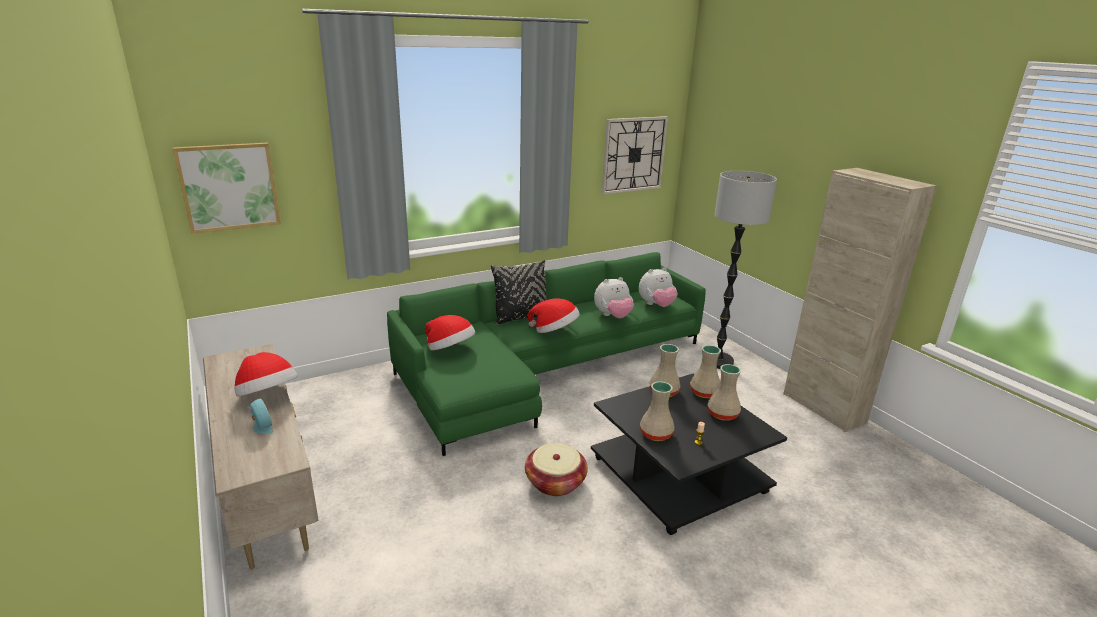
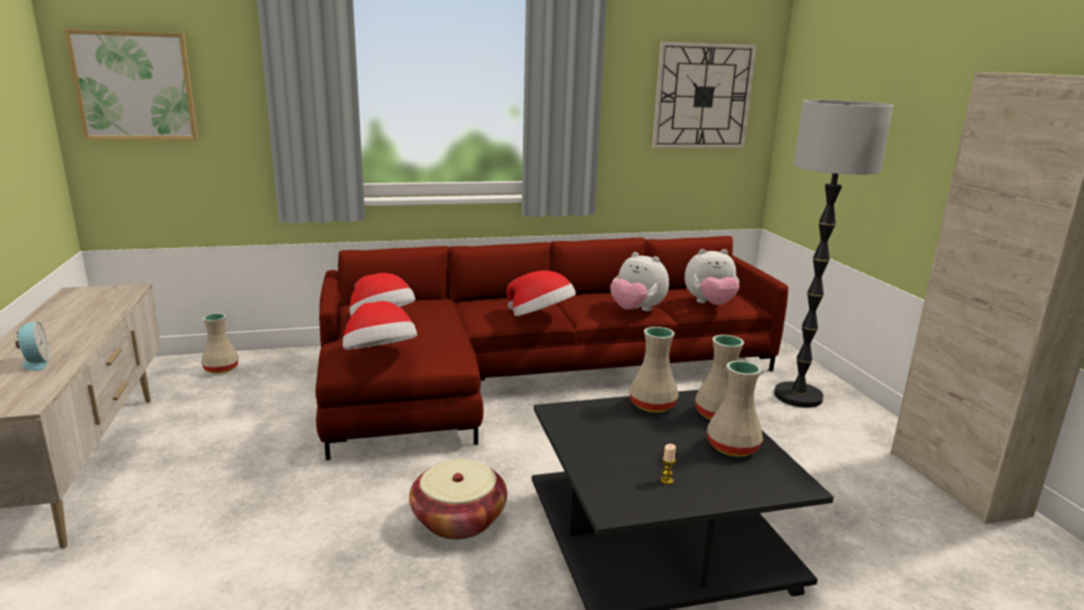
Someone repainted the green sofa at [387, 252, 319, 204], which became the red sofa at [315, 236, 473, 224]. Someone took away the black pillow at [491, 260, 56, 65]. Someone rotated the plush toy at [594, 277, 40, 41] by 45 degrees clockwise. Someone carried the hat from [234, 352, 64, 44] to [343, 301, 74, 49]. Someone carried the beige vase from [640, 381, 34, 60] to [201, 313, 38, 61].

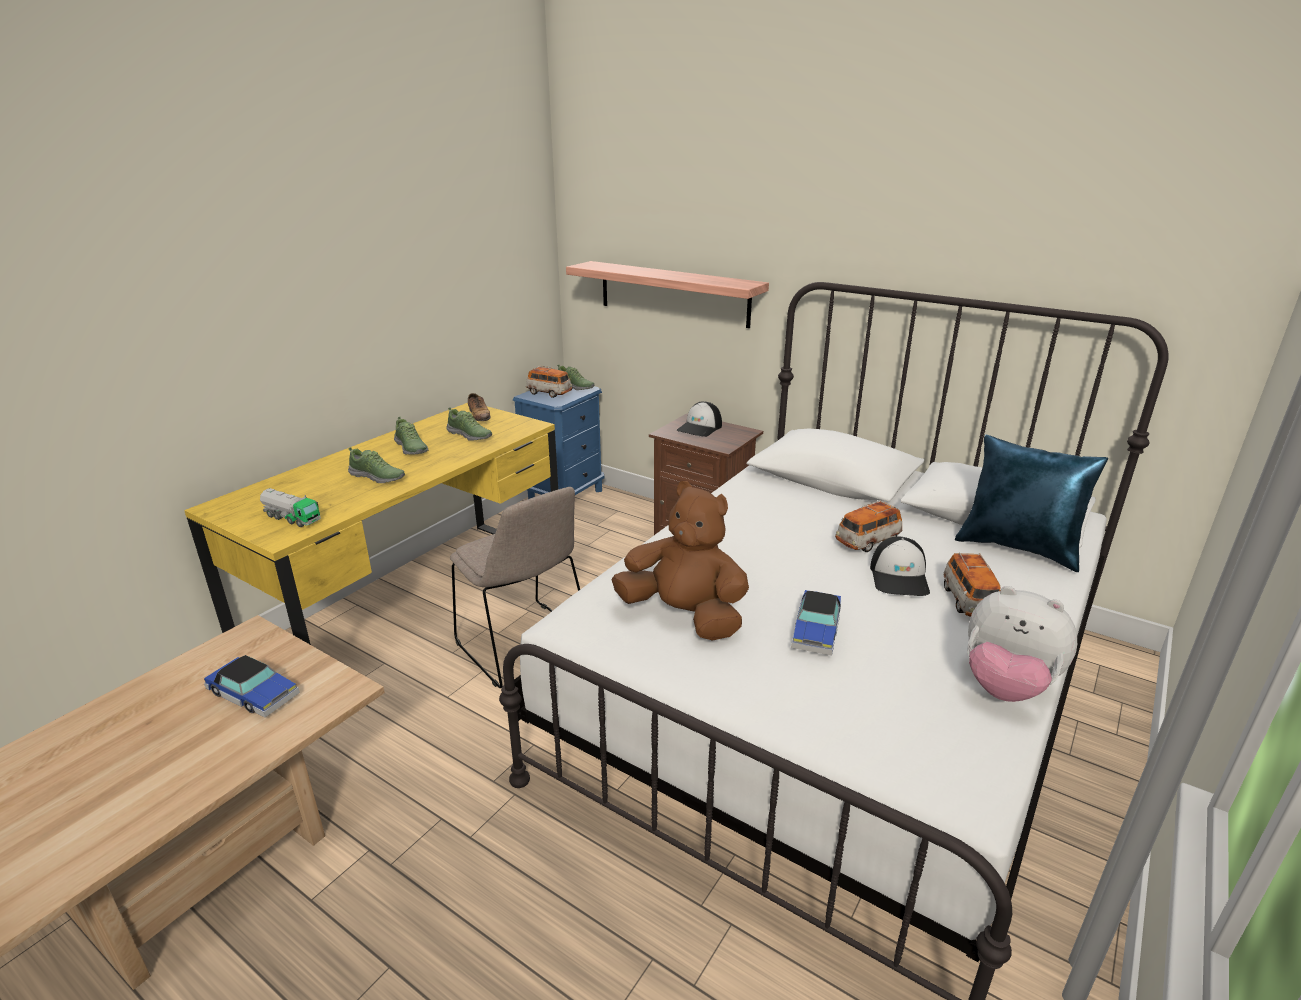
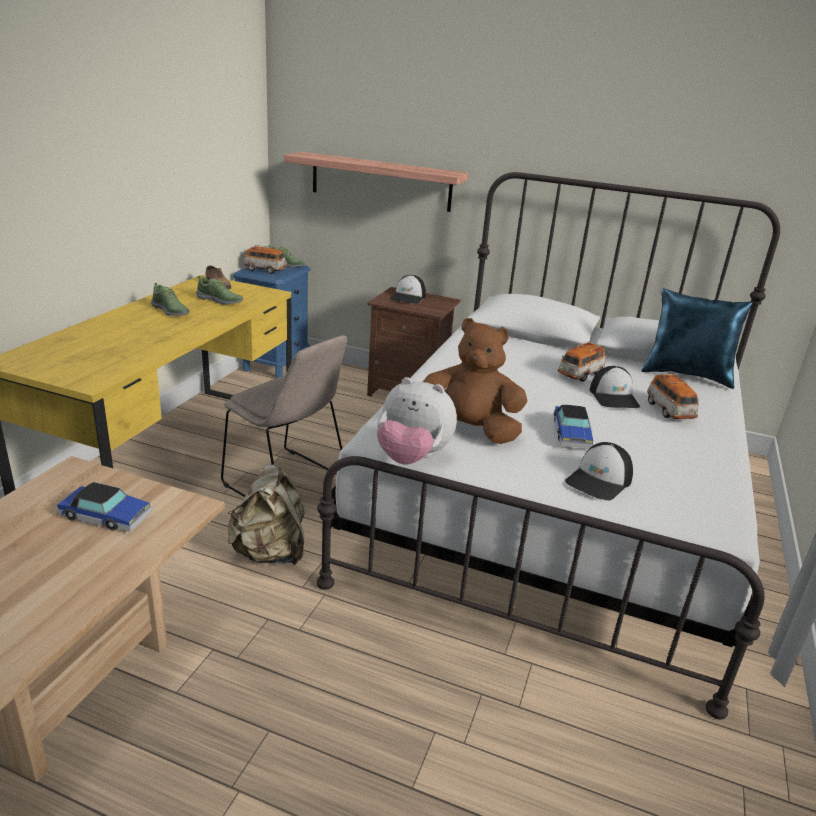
Someone took away the shoe at [348, 447, 57, 36]. Someone took away the toy truck at [260, 488, 61, 39]. Someone carried the plush toy from [967, 586, 110, 116] to [377, 377, 80, 88]. Someone put down the cap at [565, 442, 68, 58]. Someone put down the beige backpack at [228, 464, 76, 101].

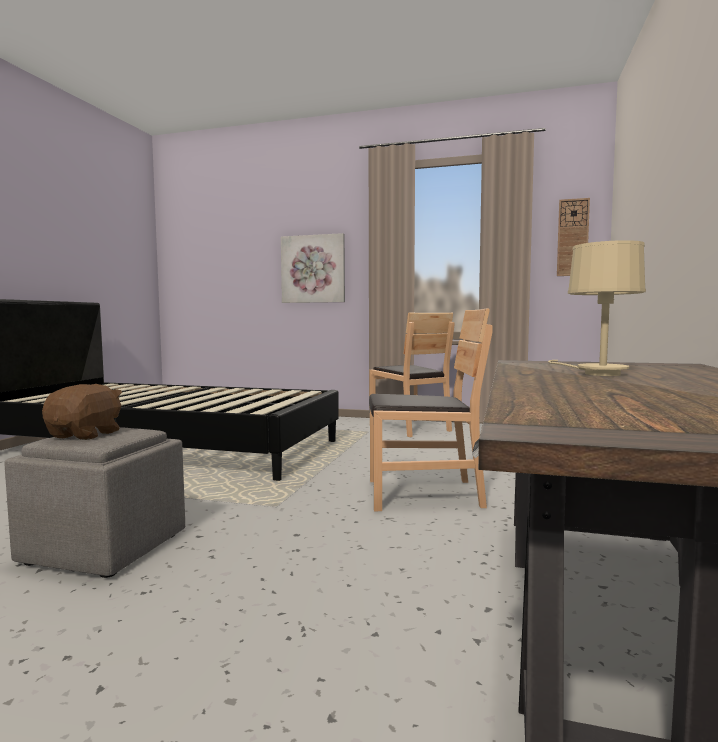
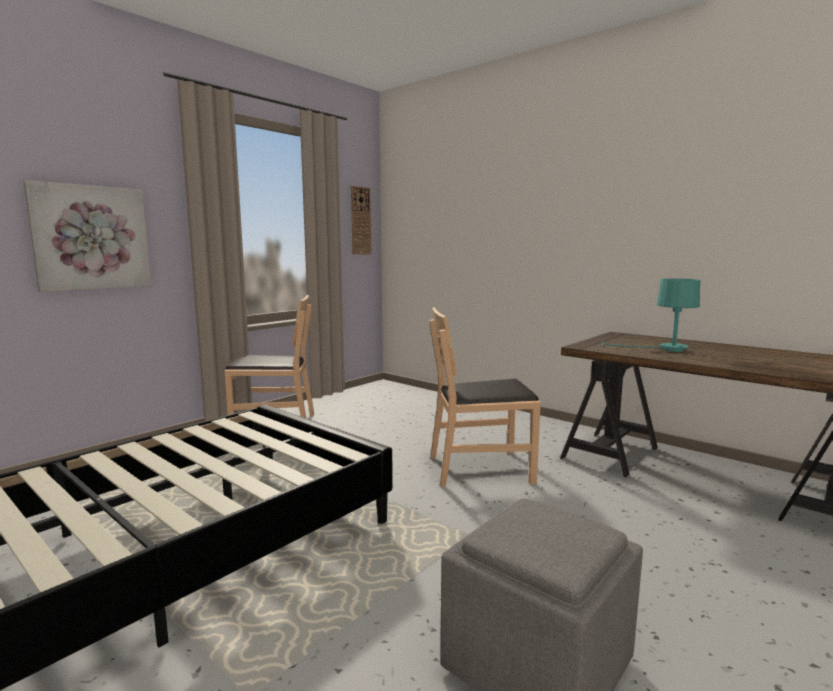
Someone repainted the beige table lamp at [548, 240, 98, 136], which became the turquoise table lamp at [602, 278, 99, 74]. Someone rotated the brown chair at [369, 308, 124, 204] by 120 degrees counterclockwise. Someone took away the brown plush toy at [42, 384, 80, 56].

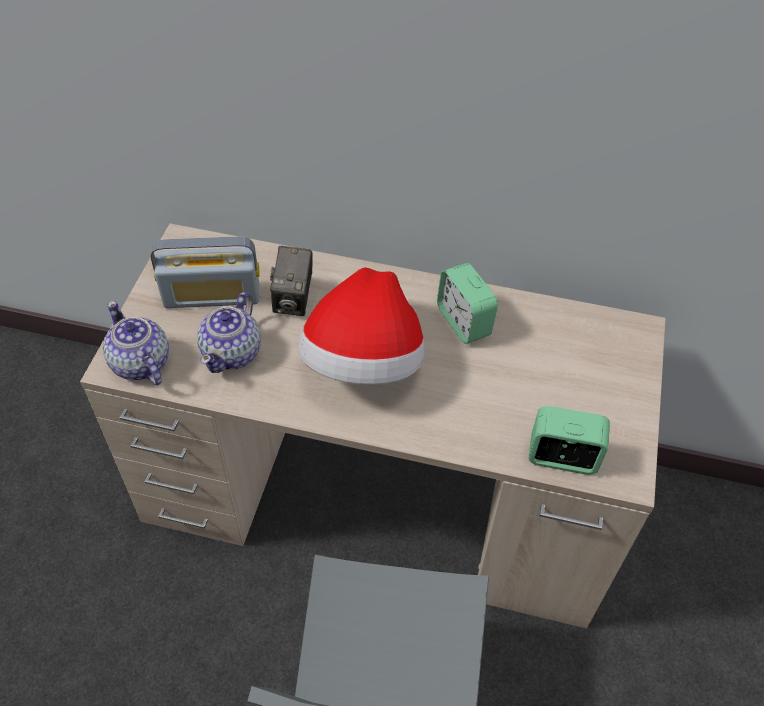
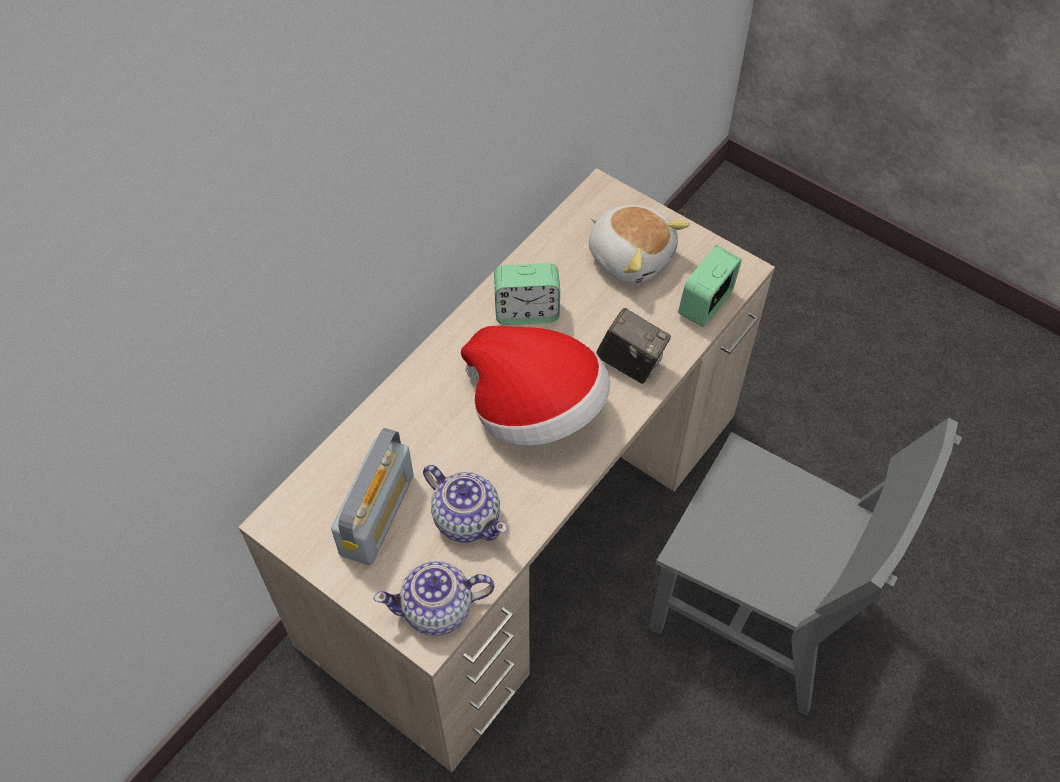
Someone carried the photo camera from [270, 246, 42, 70] to [596, 308, 75, 76]. Someone put down the plush toy at [589, 205, 100, 79].

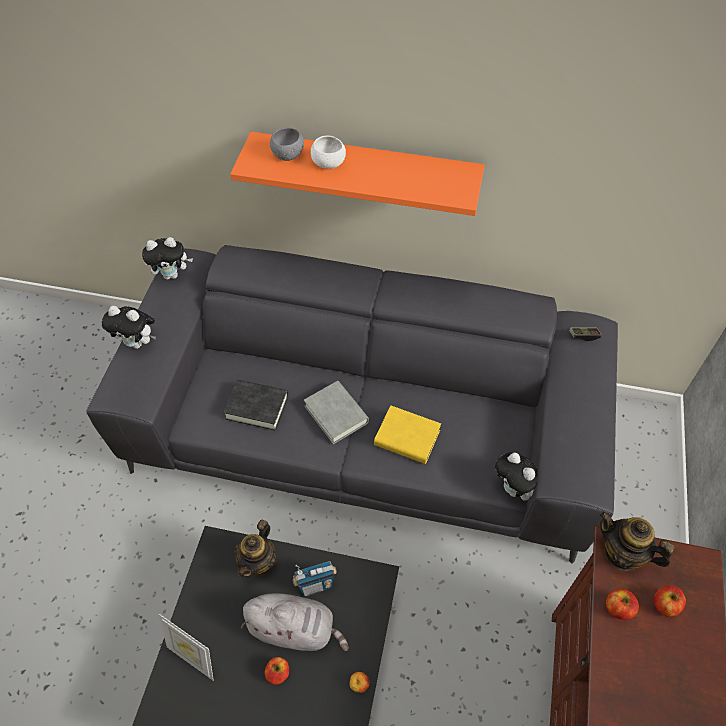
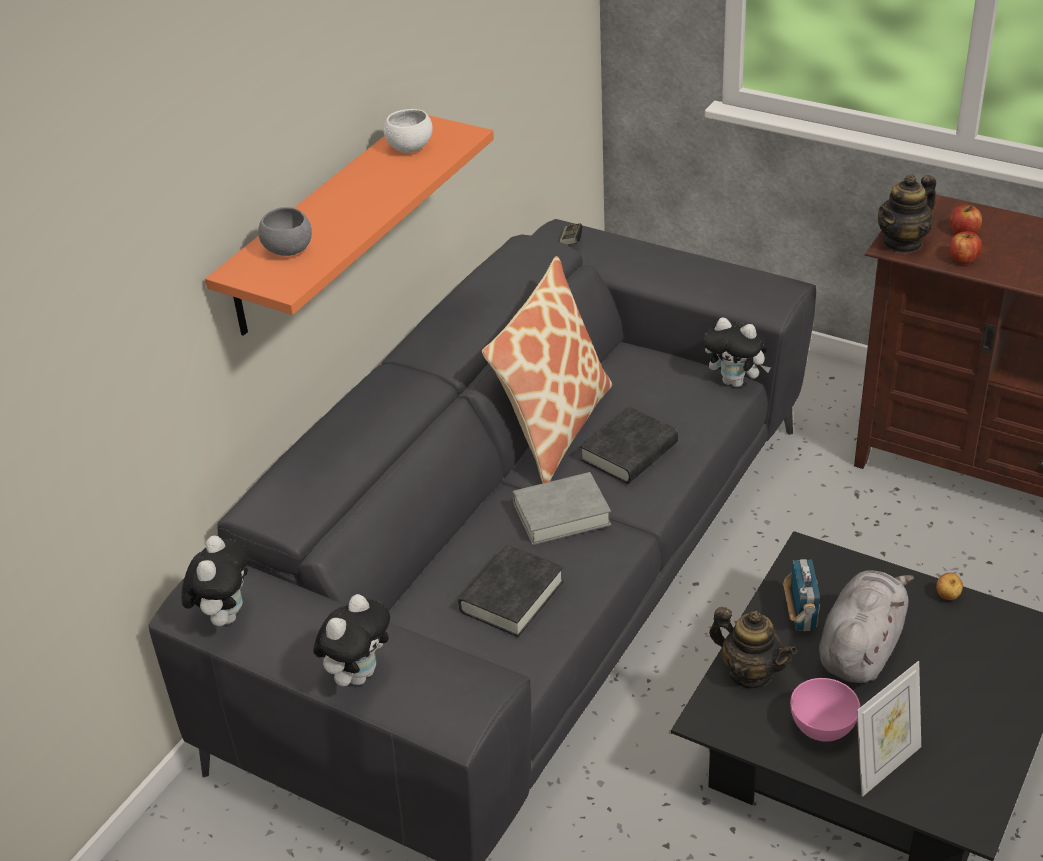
Someone carried the white bowl from [311, 136, 35, 33] to [384, 109, 49, 44]. Someone repainted the yellow book at [374, 406, 67, 58], which became the black book at [580, 406, 98, 78]. Someone rotated the plush toy at [495, 452, 43, 49] by 45 degrees clockwise. Someone took away the apple at [264, 657, 25, 28]. Someone put down the pillow at [482, 256, 130, 227]. Someone put down the pink bowl at [790, 678, 70, 64].

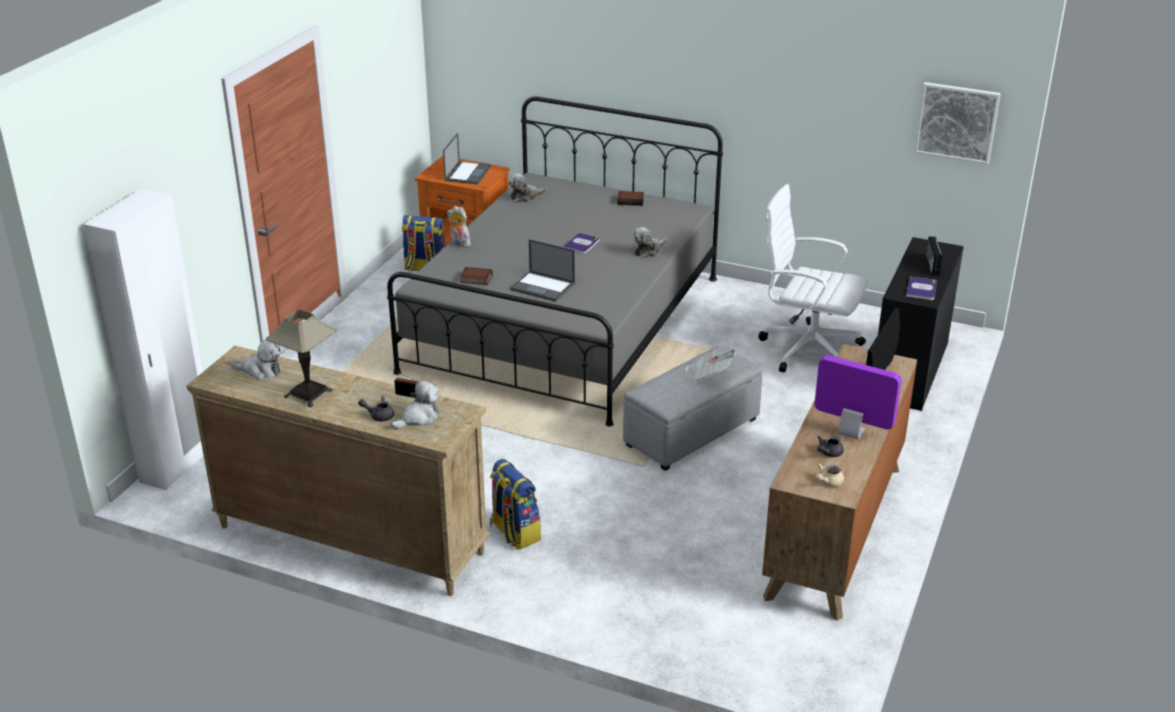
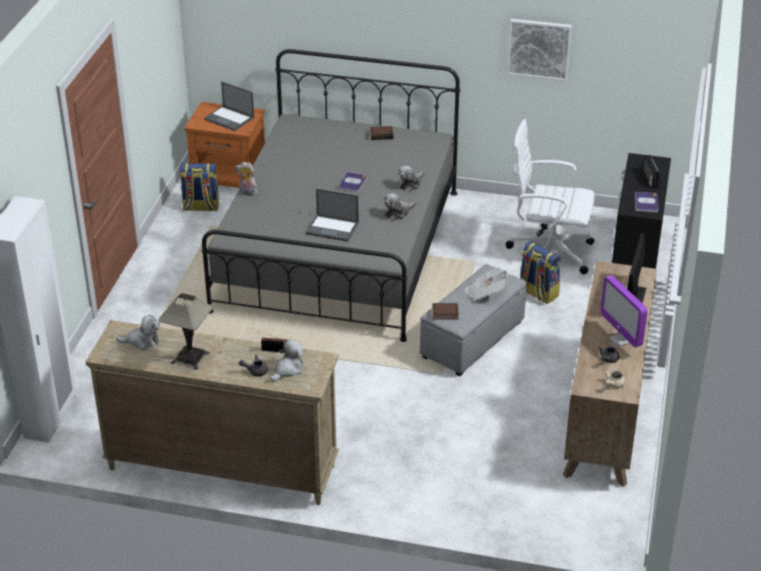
Someone carried the picture from [914, 82, 86, 83] to [507, 19, 65, 62]. Someone rotated the laptop at [443, 133, 48, 52] by 120 degrees clockwise. Someone carried the plush toy from [509, 173, 37, 29] to [384, 193, 32, 28]. Someone carried the book from [460, 267, 33, 18] to [433, 303, 26, 16]. Someone rotated the monitor at [814, 355, 88, 85] by 135 degrees counterclockwise. Someone carried the backpack from [490, 459, 51, 91] to [520, 241, 40, 63].

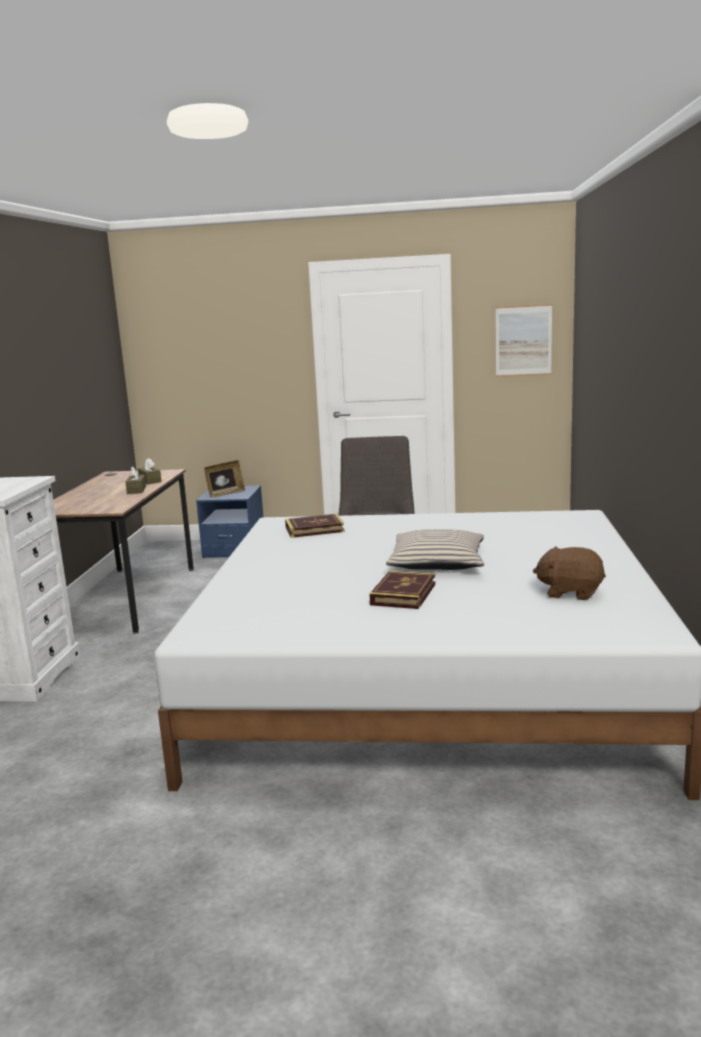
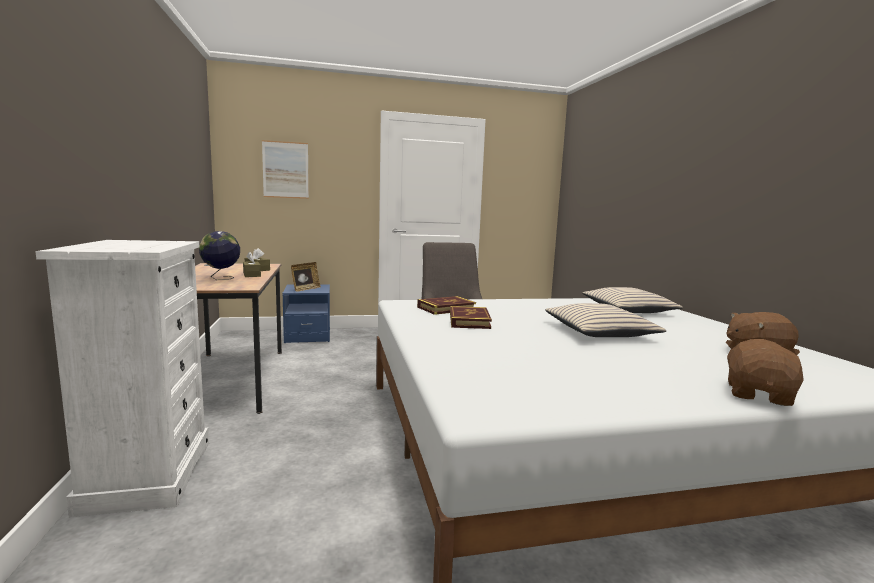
Someone carried the picture from [496, 304, 56, 73] to [262, 140, 47, 59]. Someone carried the book from [369, 571, 67, 38] to [450, 306, 42, 23]. Someone put down the globe at [199, 231, 41, 49]. Someone put down the beige pillow at [582, 287, 101, 26]. Someone put down the brown plush toy at [726, 339, 78, 67].

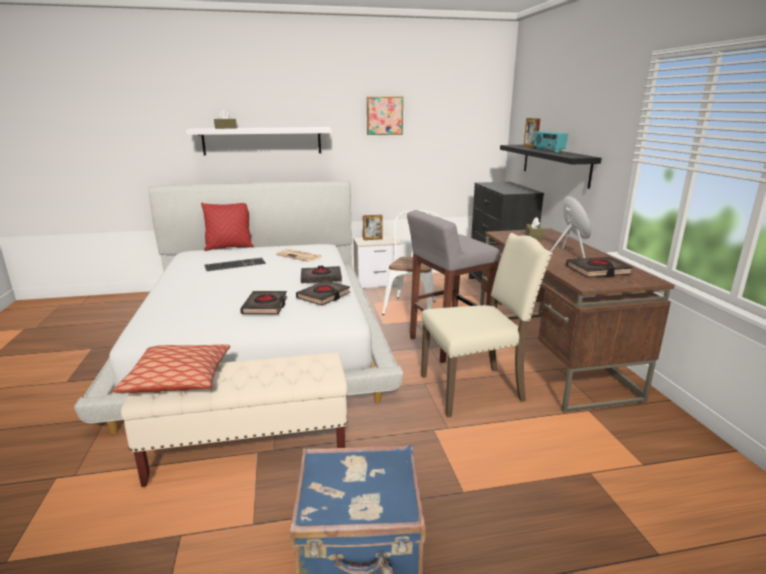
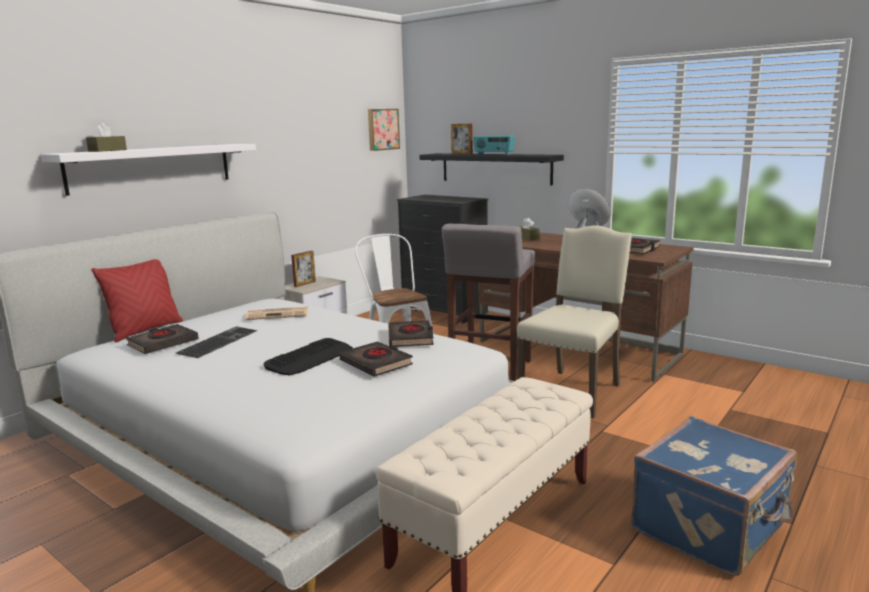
Someone carried the picture from [367, 96, 36, 39] to [368, 109, 32, 42]. Someone carried the black book from [301, 266, 41, 17] to [126, 324, 73, 30]. Someone took away the pillow at [113, 344, 117, 49]. Someone put down the keyboard at [263, 338, 90, 38].

